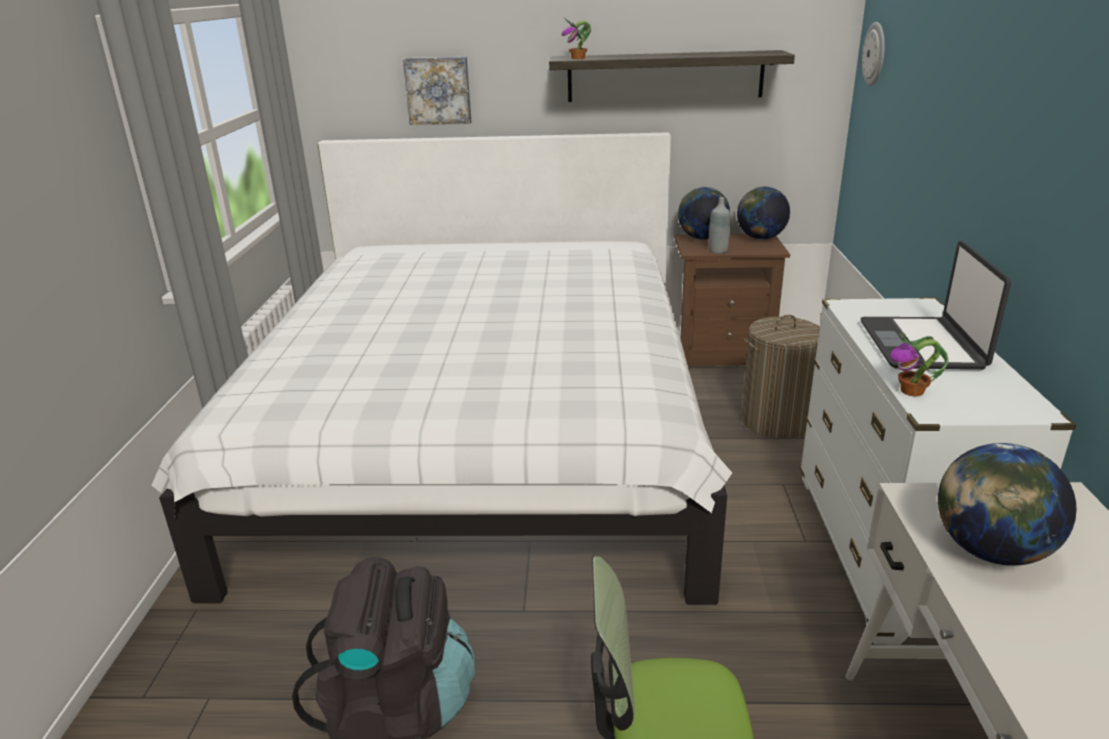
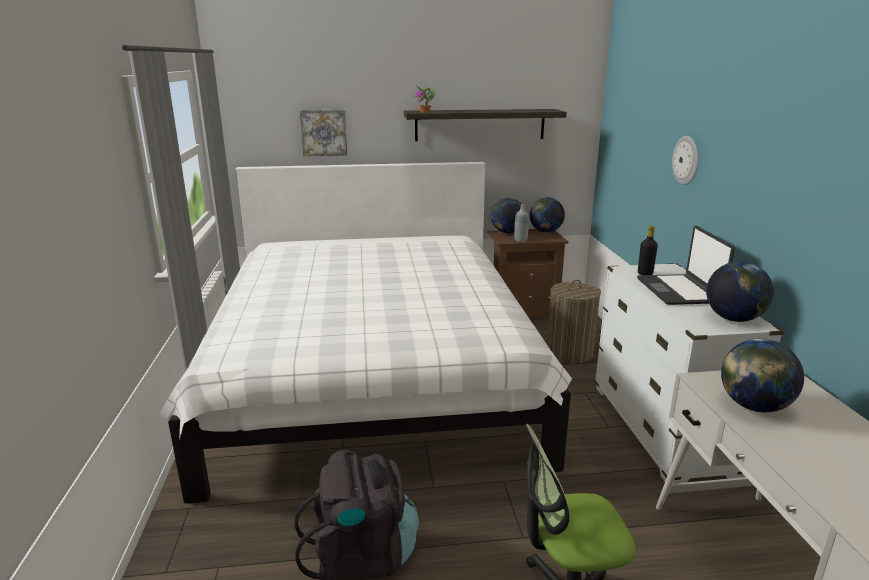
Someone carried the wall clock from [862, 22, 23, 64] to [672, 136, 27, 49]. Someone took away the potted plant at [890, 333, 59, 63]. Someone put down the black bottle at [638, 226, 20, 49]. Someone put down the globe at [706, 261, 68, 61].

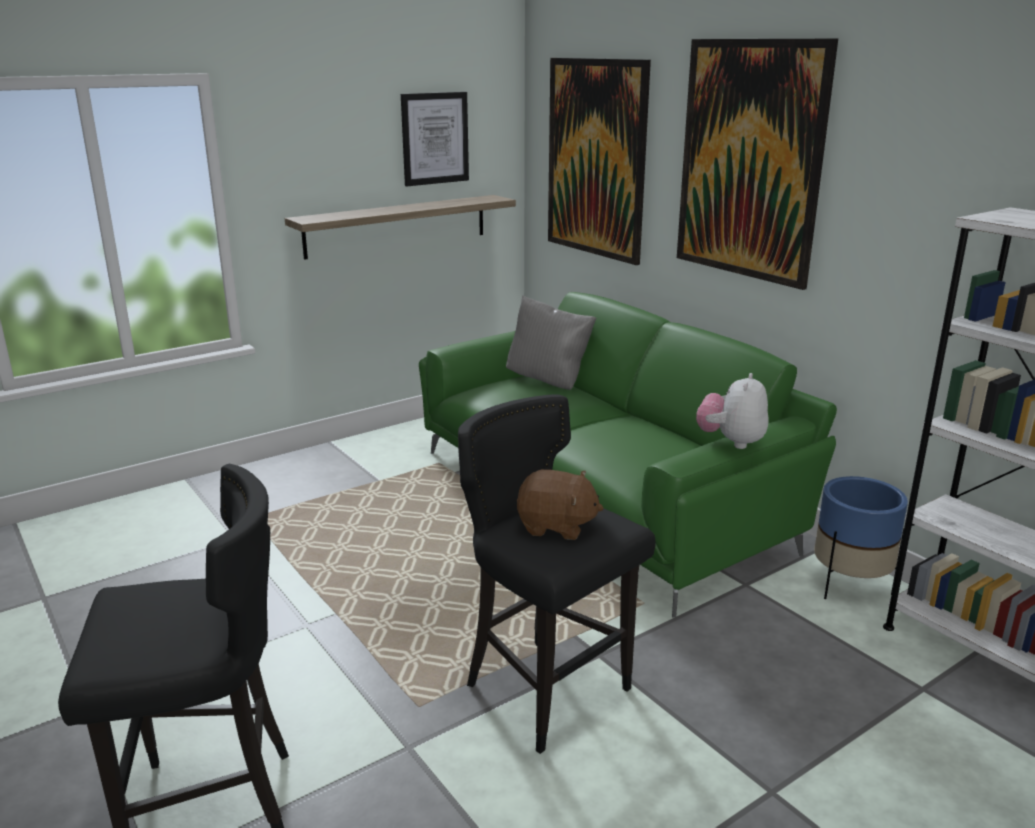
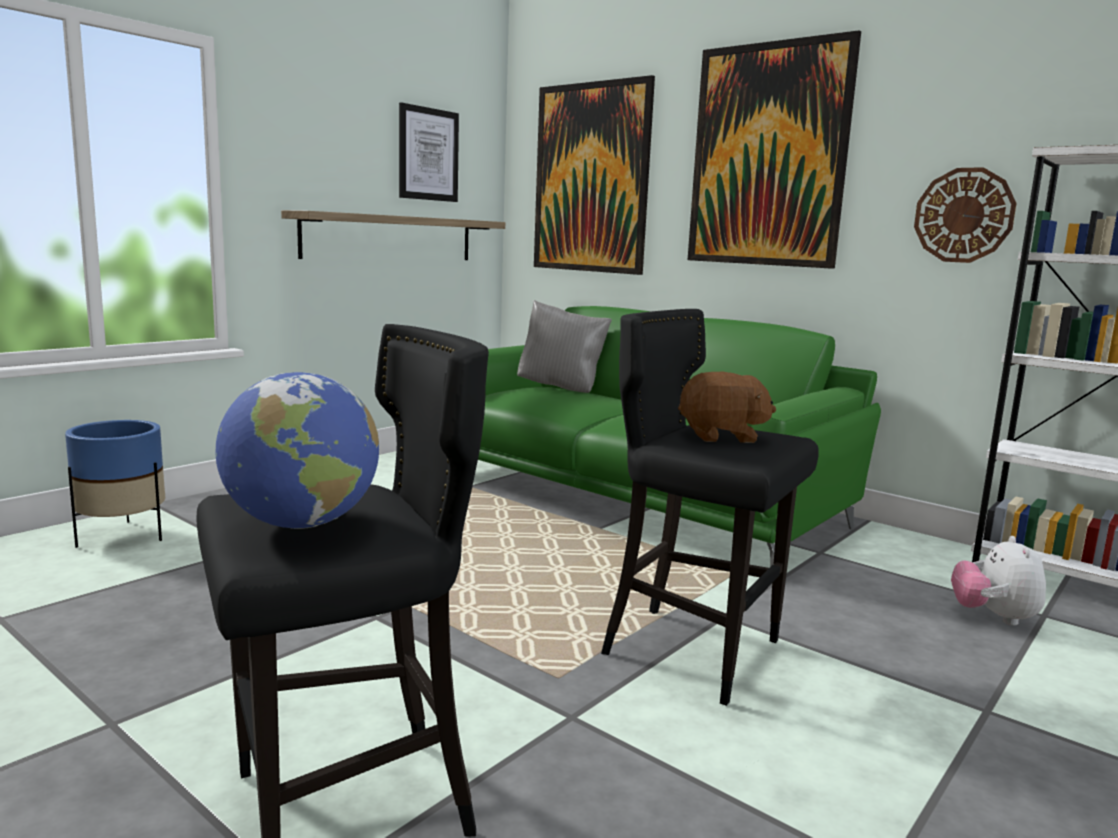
Someone carried the plush toy from [696, 373, 72, 76] to [951, 536, 95, 90]. Someone carried the blue planter from [814, 476, 94, 123] to [65, 420, 100, 128]. Someone put up the wall clock at [914, 167, 102, 96]. Someone put down the globe at [215, 372, 164, 157].

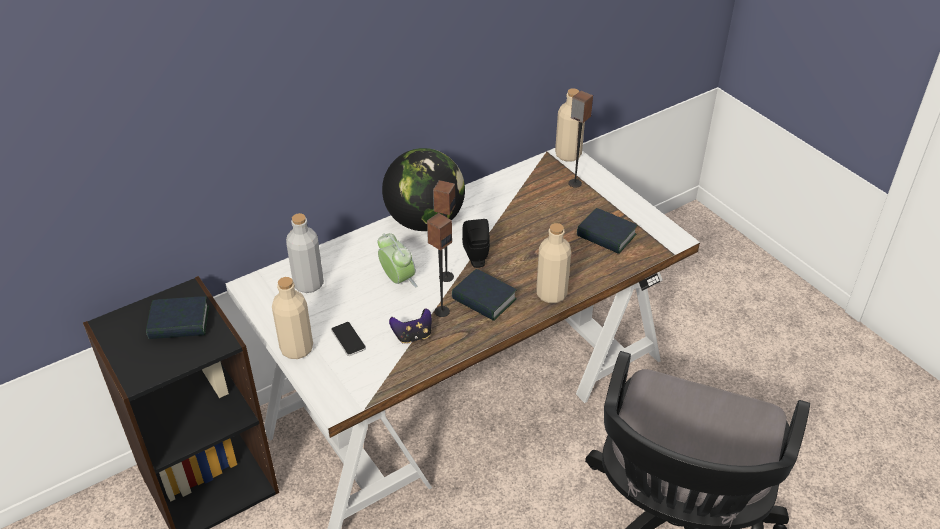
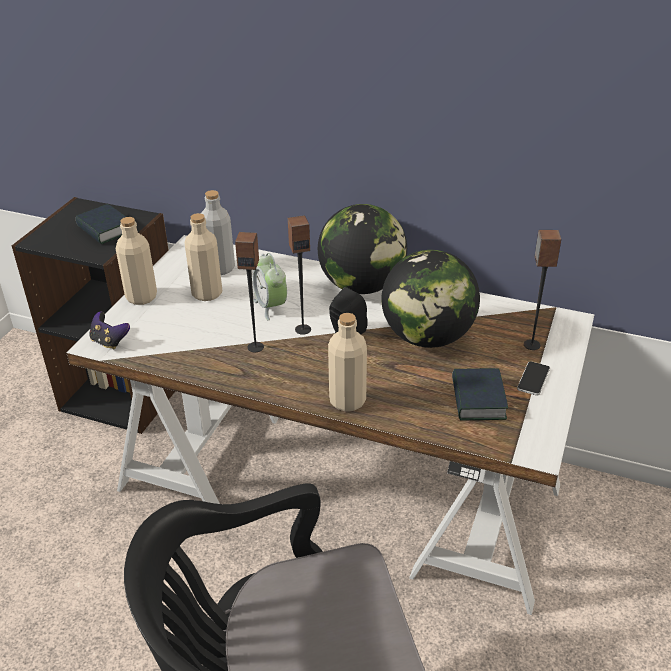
Someone carried the beige bottle from [555, 88, 30, 74] to [184, 213, 38, 88]. Someone rotated the alarm clock at [378, 233, 39, 54] by 135 degrees clockwise. Someone took away the book at [452, 269, 65, 52]. Someone carried the game controller from [389, 308, 43, 36] to [89, 311, 41, 38]. Someone carried the phone from [331, 322, 35, 34] to [517, 361, 33, 35]. Someone put down the globe at [382, 250, 98, 98].

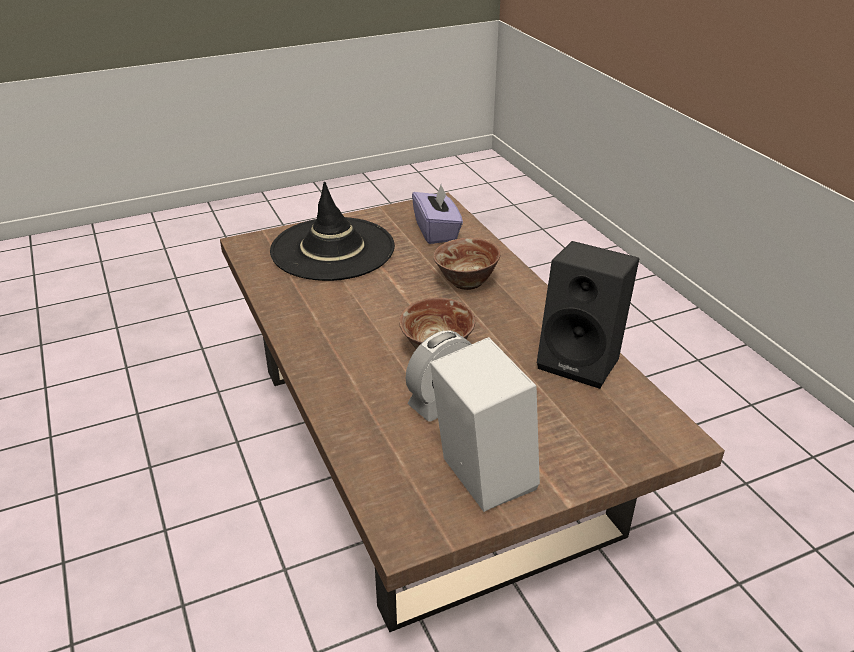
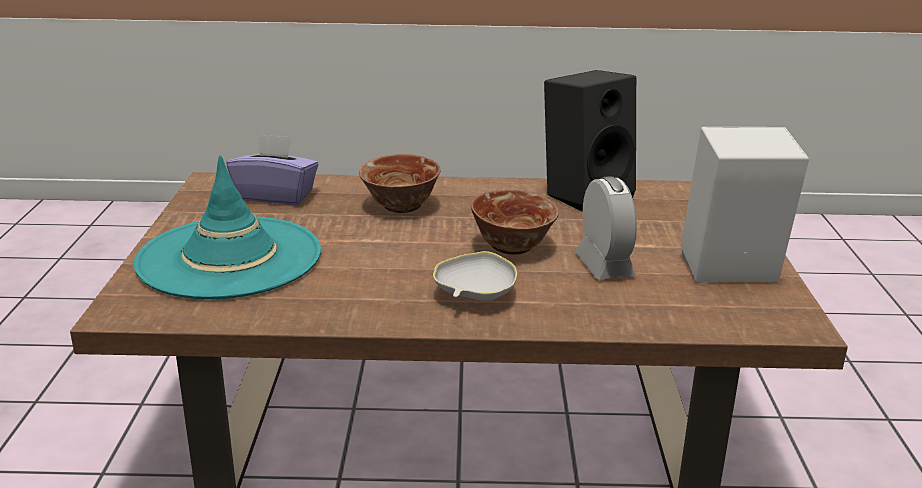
Someone repainted the black hat at [270, 181, 125, 100], which became the turquoise hat at [134, 155, 187, 144]. Someone put down the white bowl at [433, 251, 84, 49].

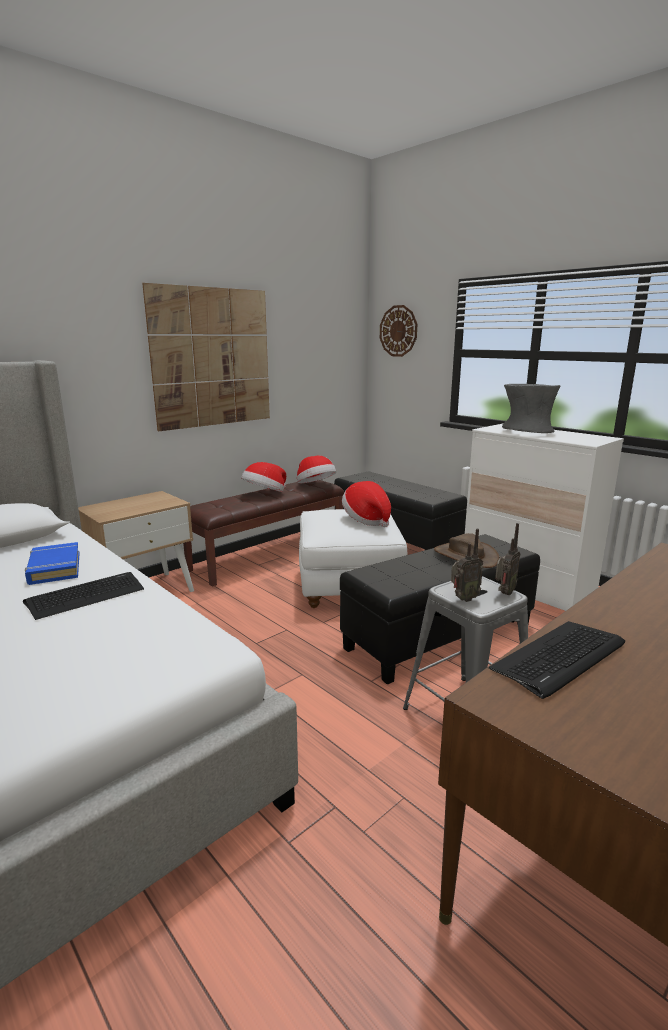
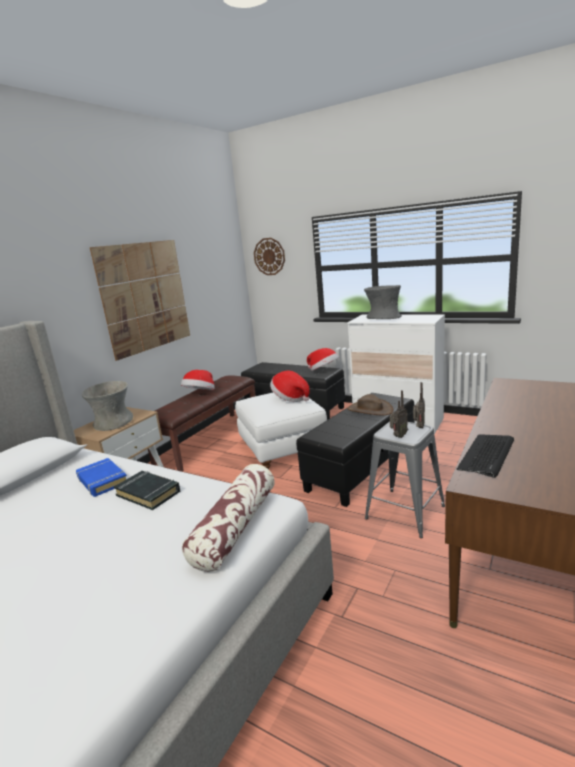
Someone carried the hat from [297, 456, 39, 27] to [307, 348, 32, 23]. Someone swapped the keyboard at [23, 572, 121, 48] for the black book at [114, 471, 66, 39]. Someone put down the grey vase at [82, 381, 51, 50]. Someone put down the pillow at [182, 464, 93, 108].

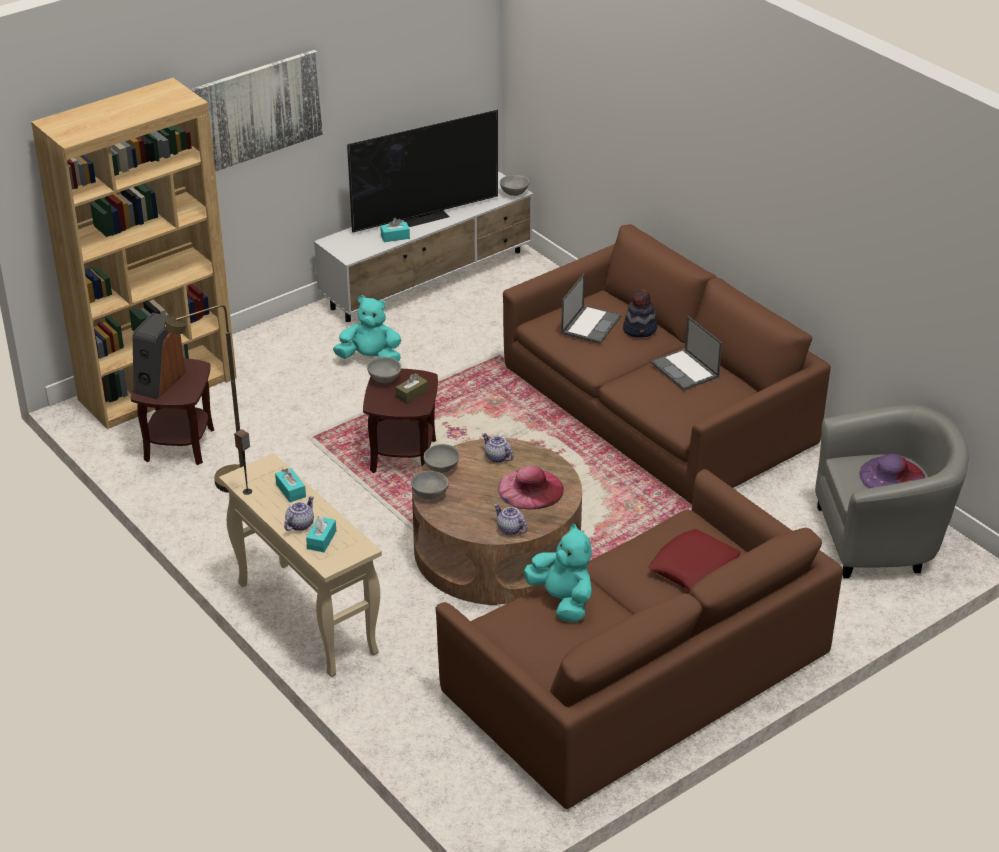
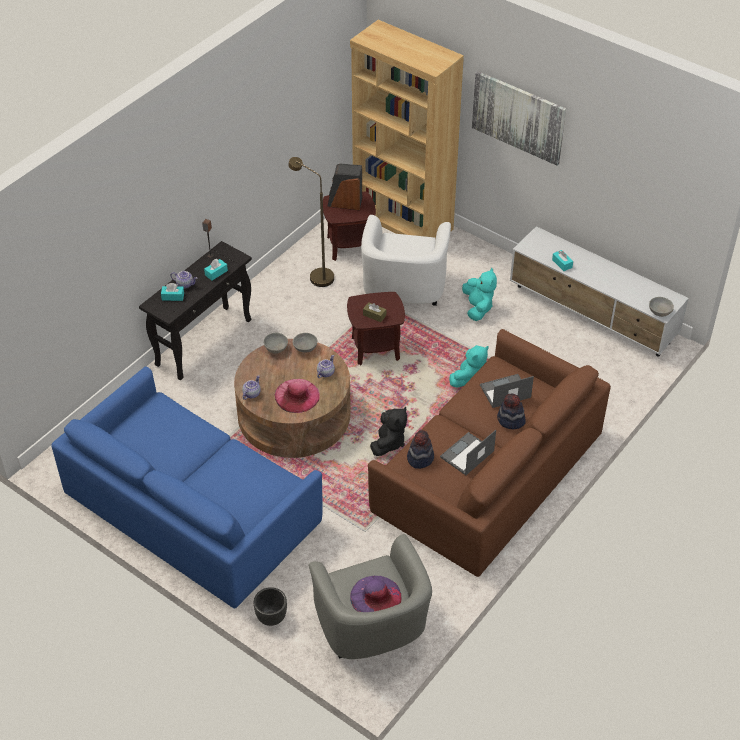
Someone took away the television at [347, 110, 151, 122]. Someone rotated the laptop at [561, 273, 60, 71] by 150 degrees clockwise. Someone took away the grey bowl at [367, 357, 34, 26]. Someone repainted the beige console table at [219, 453, 163, 224], which became the black console table at [139, 241, 113, 139]. Someone repainted the brown sofa at [436, 469, 407, 340], which became the blue sofa at [51, 366, 271, 242]. Someone carried the turquoise plush toy from [524, 524, 68, 98] to [449, 345, 40, 43]. Someone took away the red pillow at [649, 529, 92, 62]. Someone put down the white armchair at [361, 215, 90, 91]. Someone put down the black plush toy at [370, 407, 37, 49]. Someone put down the hat at [407, 430, 27, 39]. Someone put down the black planter at [254, 587, 33, 39].

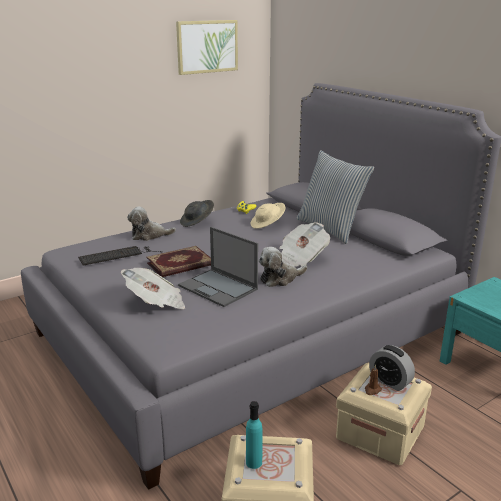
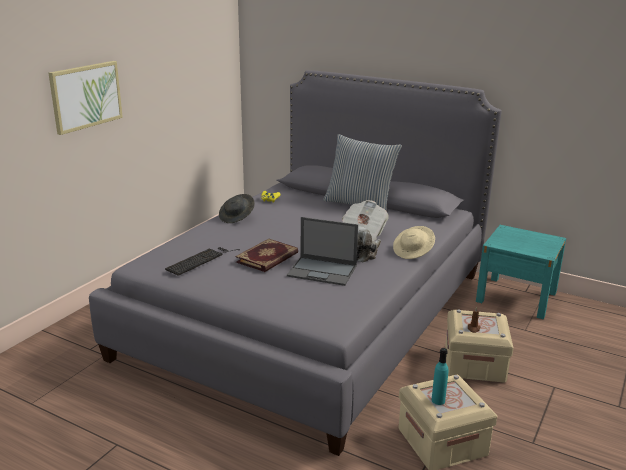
Someone carried the picture from [176, 20, 62, 55] to [48, 61, 75, 74]. Someone carried the beige hat from [250, 203, 35, 26] to [393, 226, 42, 33]. Someone took away the plush toy at [127, 207, 49, 34]. Someone took away the newspaper at [121, 268, 64, 41]. Someone took away the alarm clock at [369, 345, 46, 46].

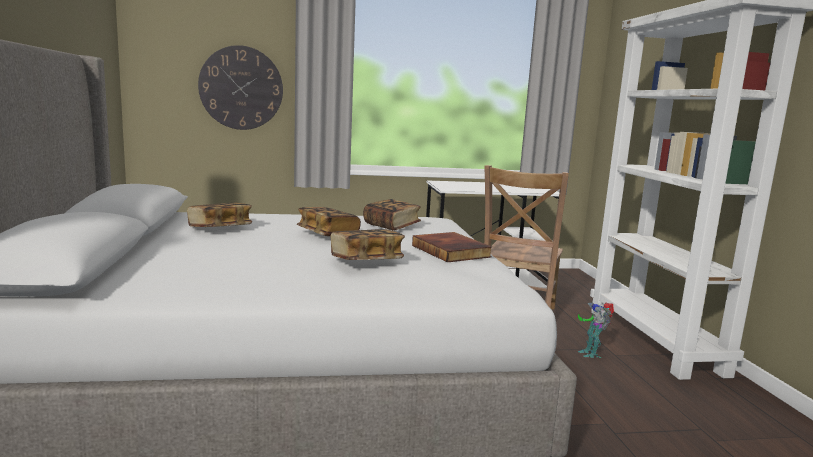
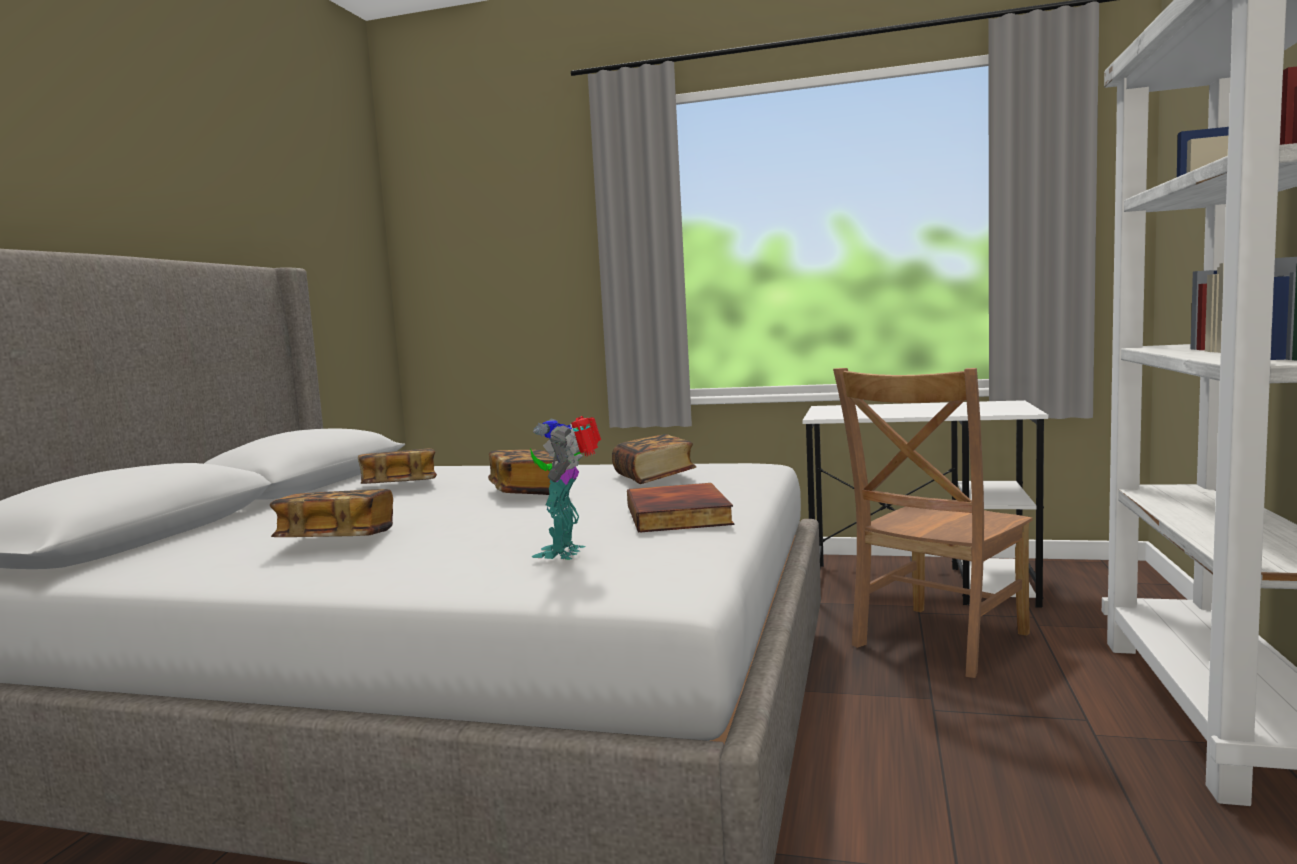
Someone took away the wall clock at [198, 45, 85, 85]. Someone carried the book from [330, 229, 75, 31] to [270, 489, 123, 48]. Someone carried the toy robot from [578, 302, 36, 56] to [530, 416, 71, 144].

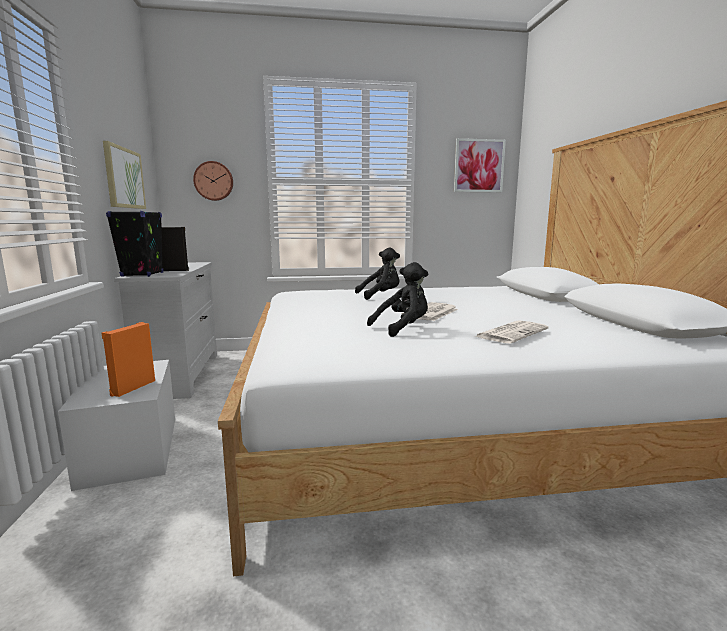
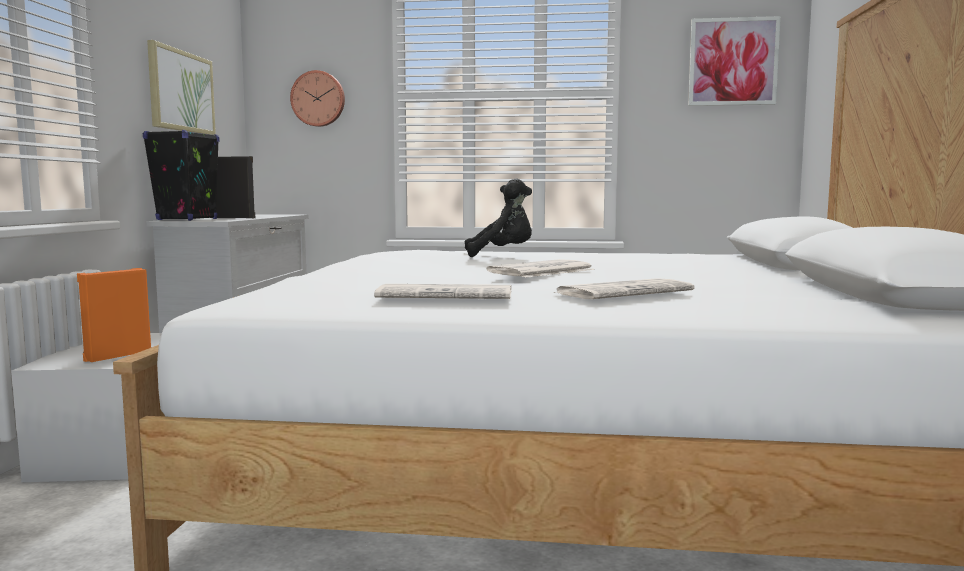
Someone took away the black plush toy at [367, 262, 61, 75]. Someone put down the newspaper at [374, 284, 137, 15].

